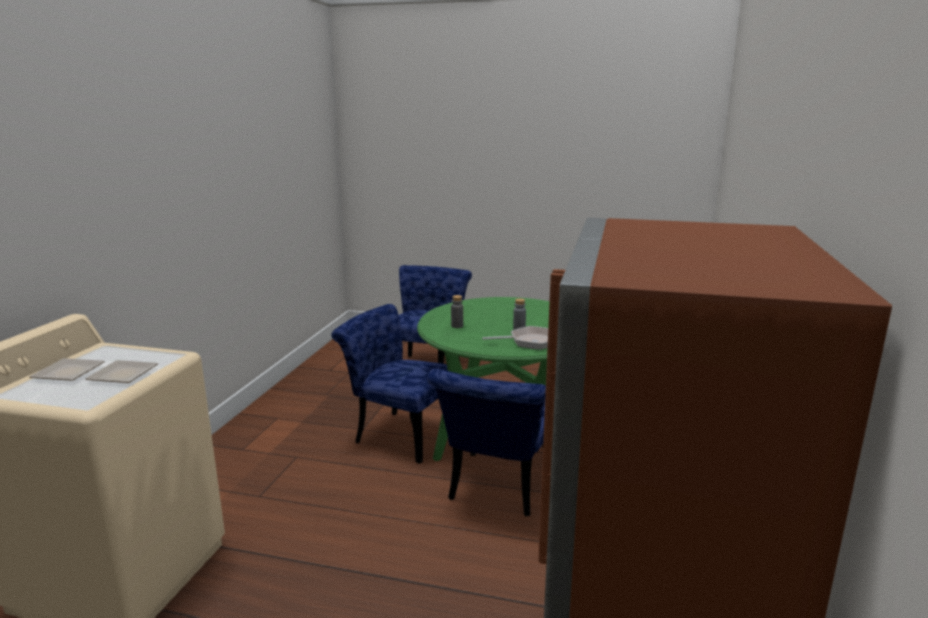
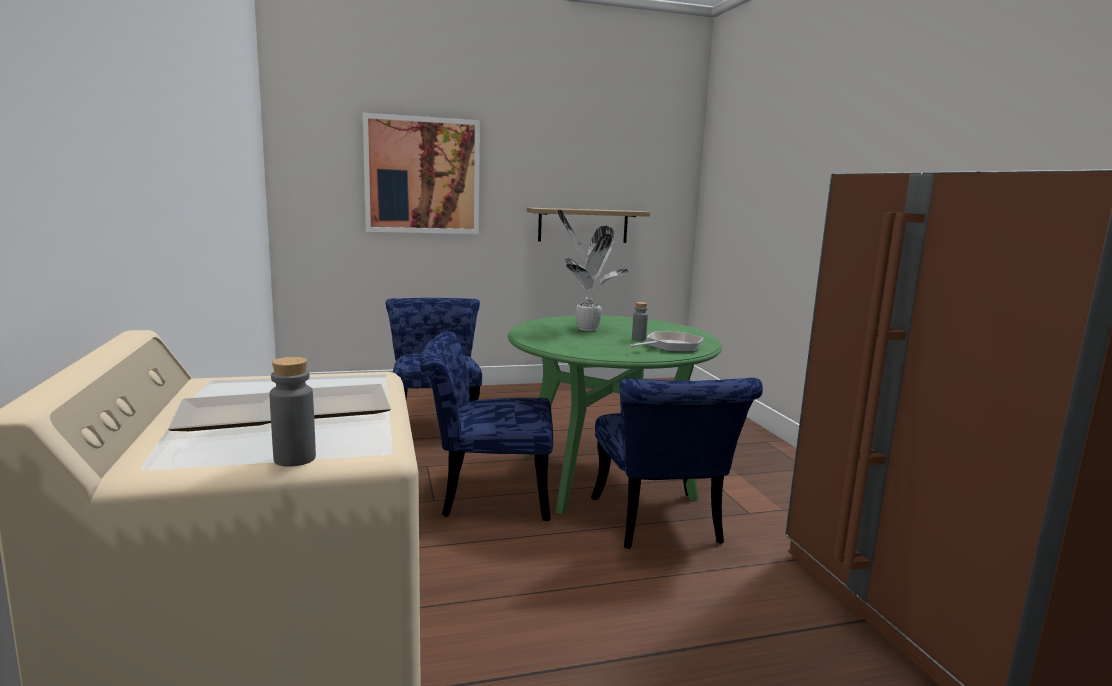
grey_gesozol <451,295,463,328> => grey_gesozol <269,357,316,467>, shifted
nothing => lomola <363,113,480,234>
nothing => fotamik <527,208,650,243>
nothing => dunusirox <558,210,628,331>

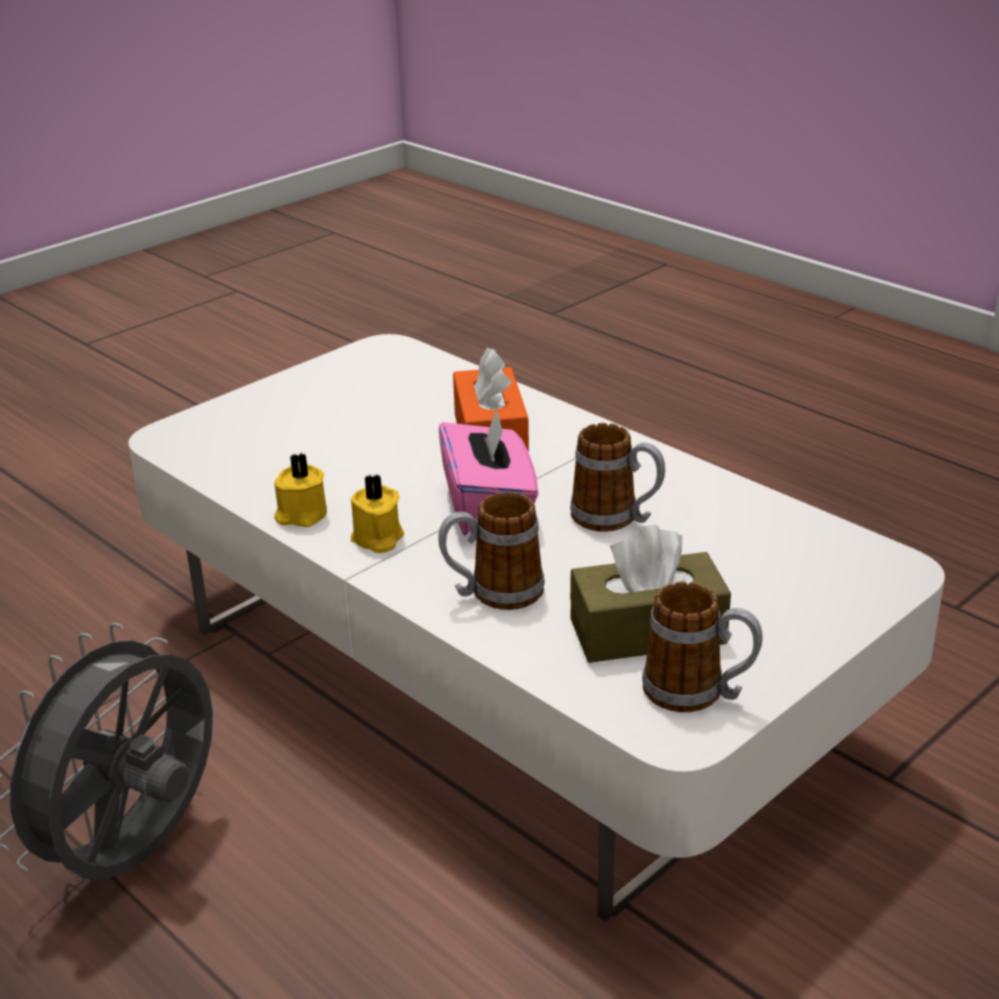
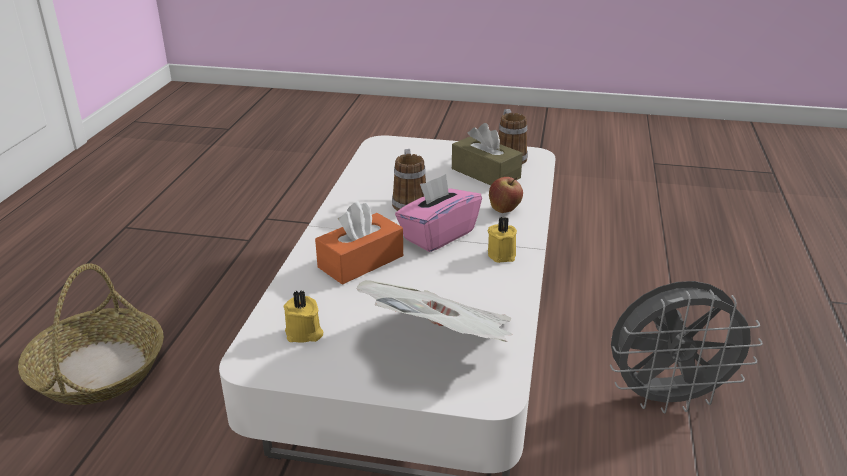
nothing => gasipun <18,264,164,405>
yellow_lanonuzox <274,453,327,527> => yellow_lanonuzox <284,290,323,343>, shifted
nothing => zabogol <356,280,512,342>
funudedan <438,492,545,610> => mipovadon <489,177,523,213>

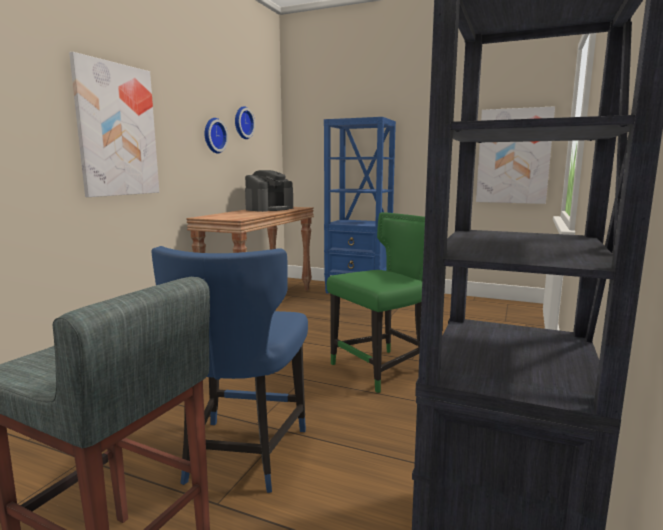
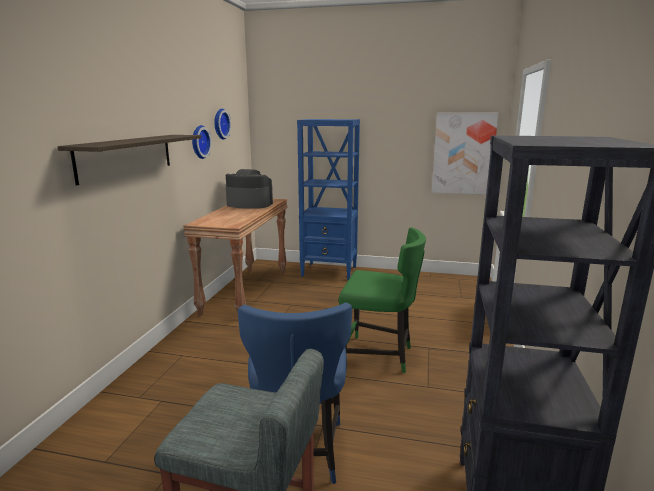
lomola <69,52,159,197> => fotamik <57,135,201,186>
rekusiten <245,170,293,212> => rekusiten <226,169,273,209>, 105 degrees counterclockwise
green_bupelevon <327,212,425,393> => green_bupelevon <339,228,426,373>, 60 degrees clockwise

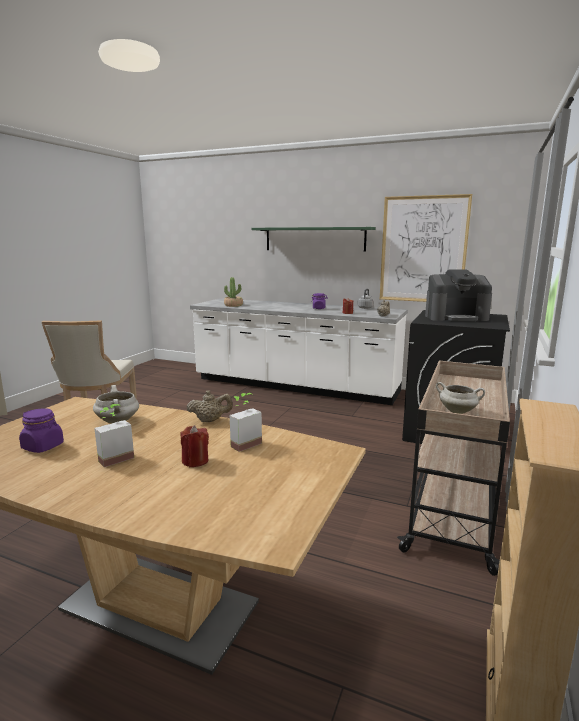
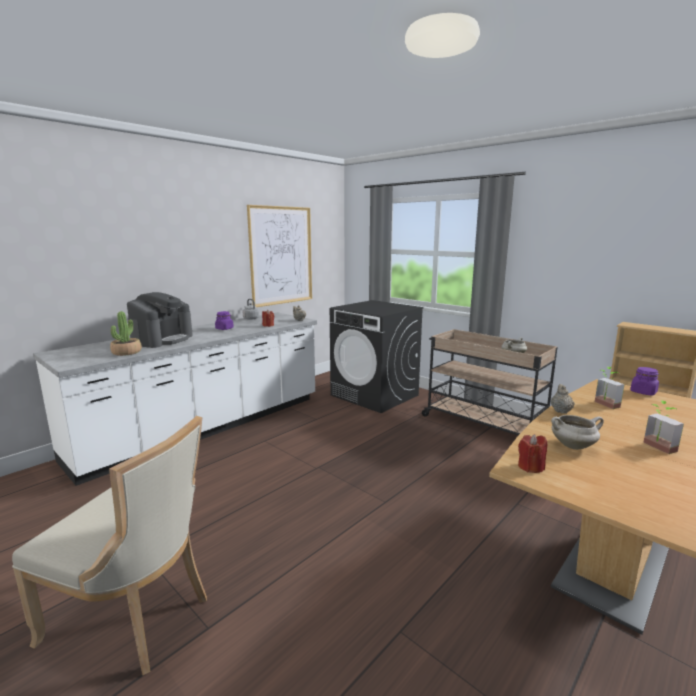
rekusiten <425,269,492,322> => rekusiten <127,292,193,348>, shifted
red_lanonuzox <181,425,209,467> => red_lanonuzox <518,434,547,473>, shifted
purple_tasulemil <19,408,64,453> => purple_tasulemil <630,367,659,395>, shifted
green_fotamik <251,227,376,252> => nothing

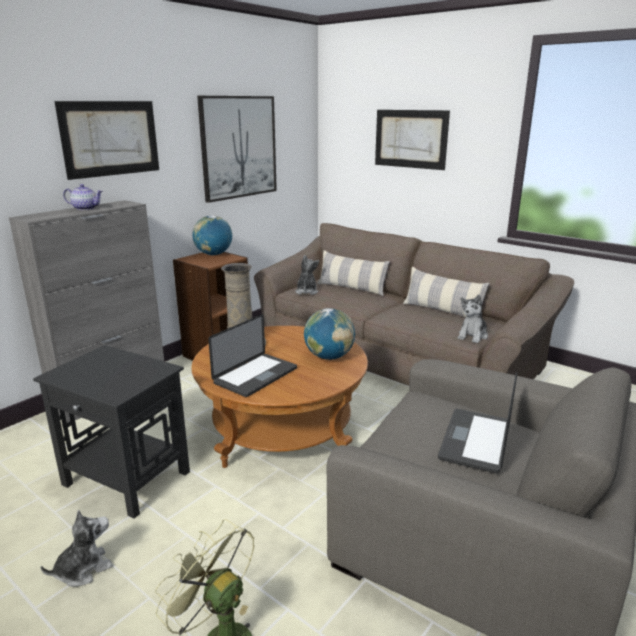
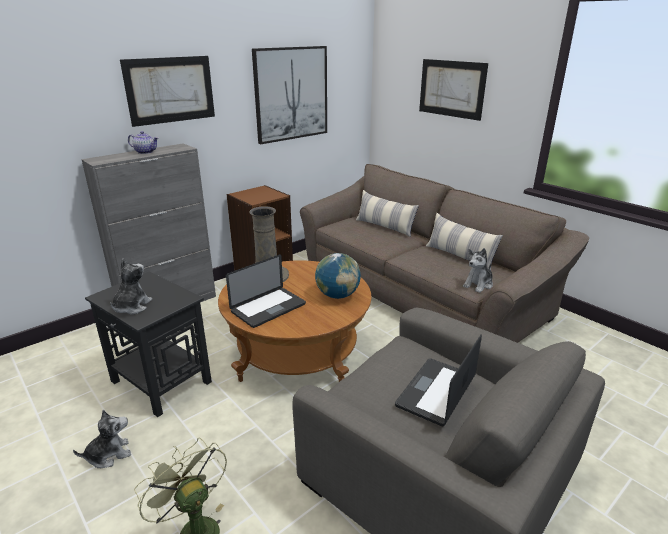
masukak <295,255,319,295> => masukak <110,258,153,315>, shifted
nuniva <193,215,232,255> => nothing

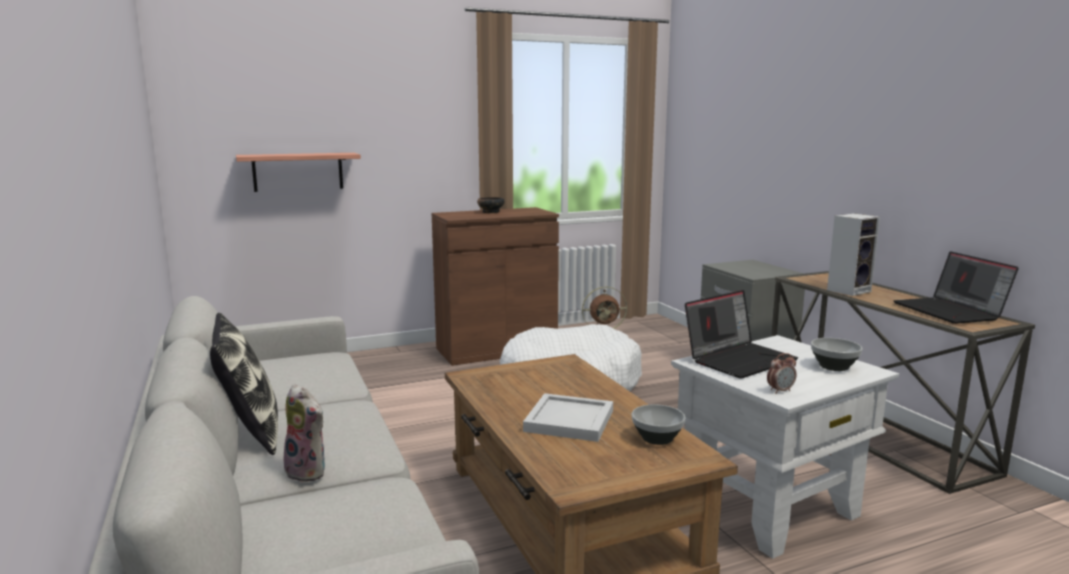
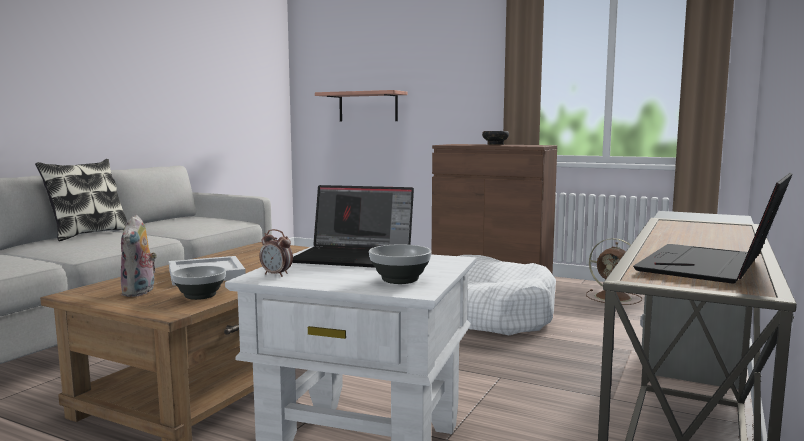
masukak <284,384,325,483> => masukak <121,215,157,297>, shifted
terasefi <827,213,880,296> => nothing

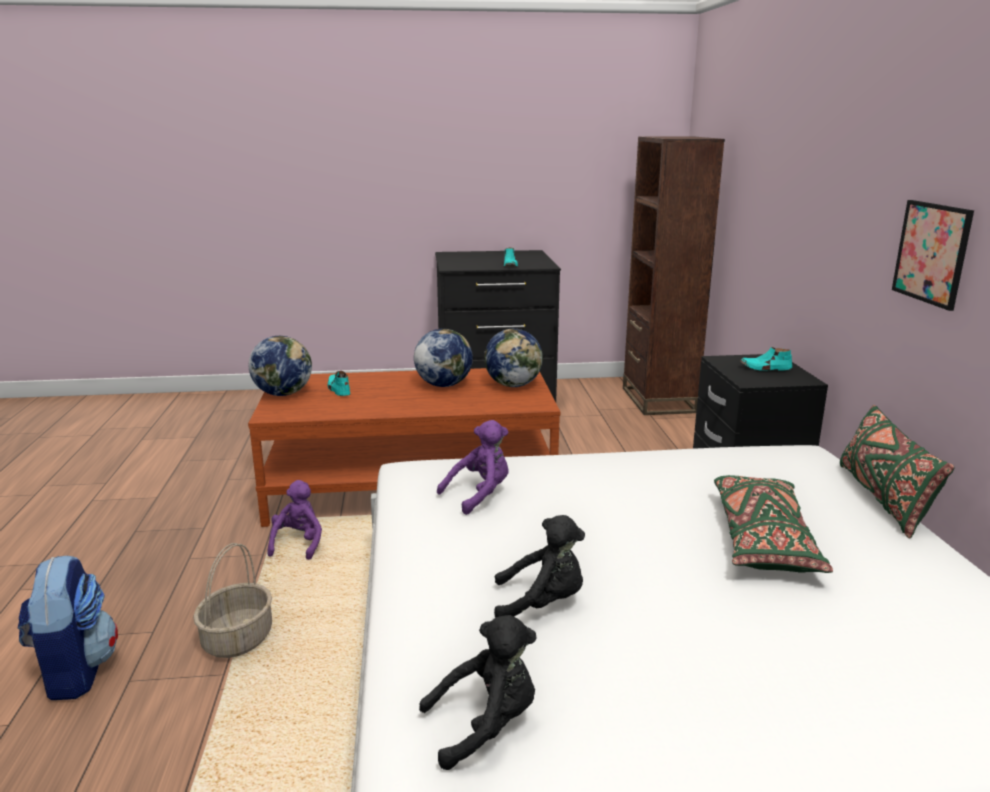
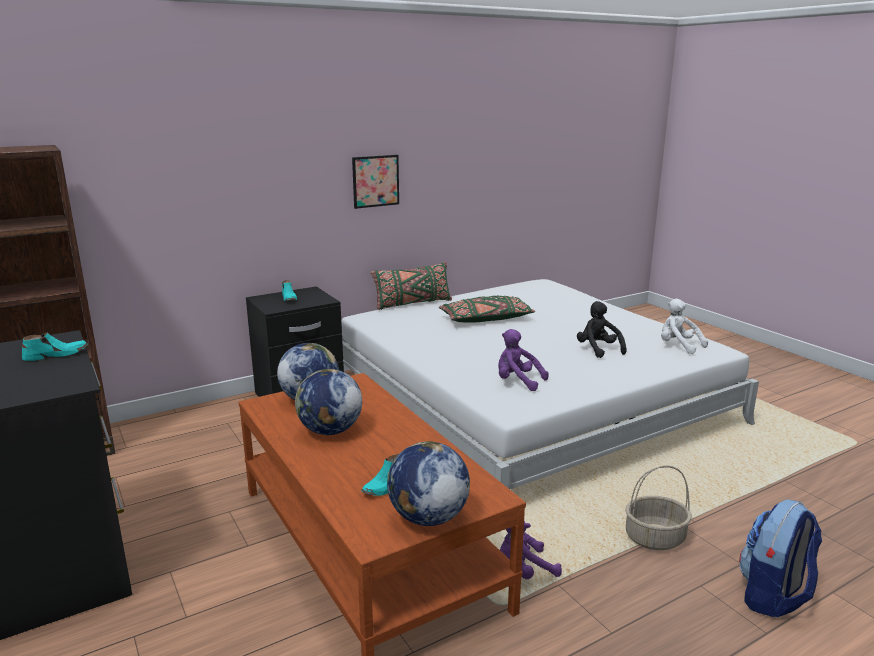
black_masukak <419,615,537,770> => white_masukak <661,299,708,354>

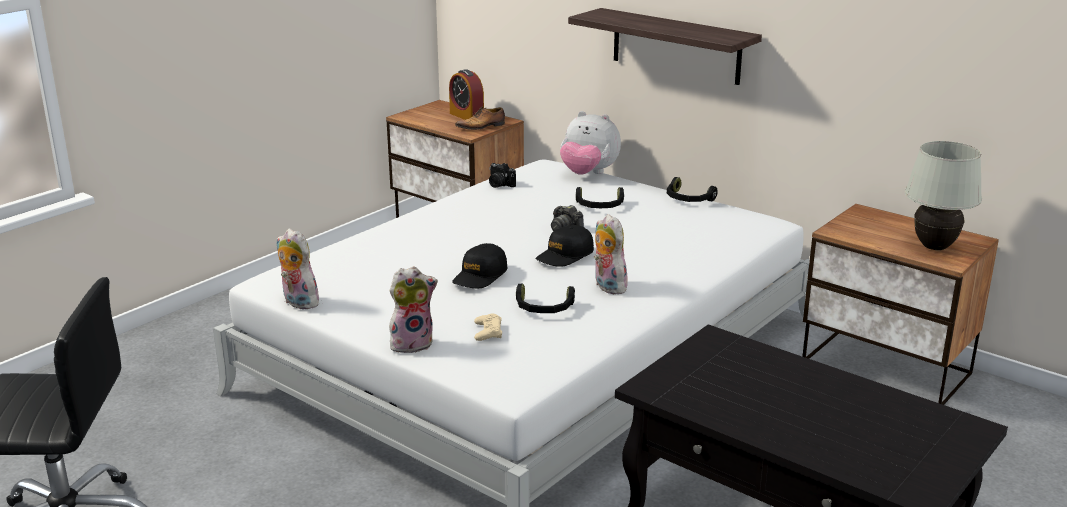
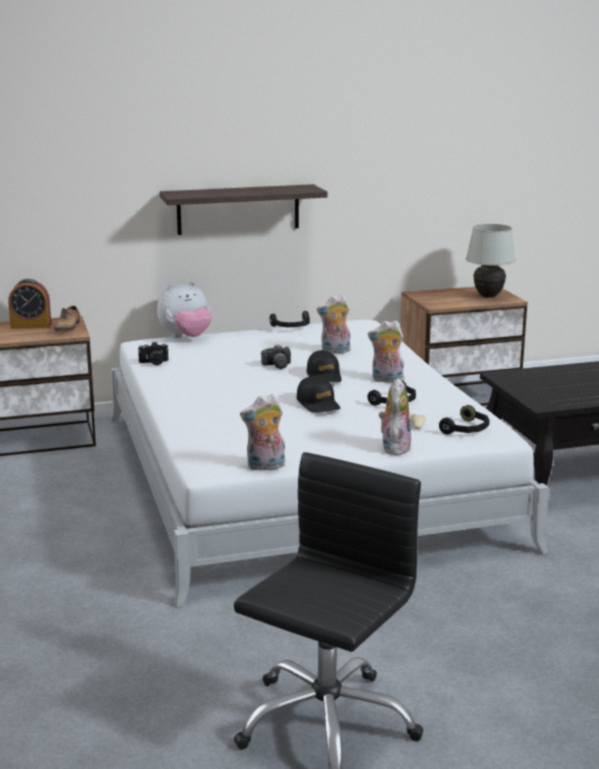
nothing => masukak <317,295,351,353>
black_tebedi <575,187,624,208> => black_tebedi <439,405,490,434>, shifted

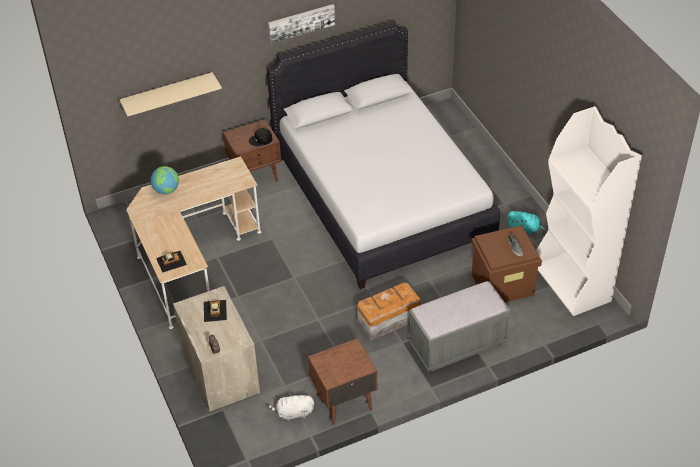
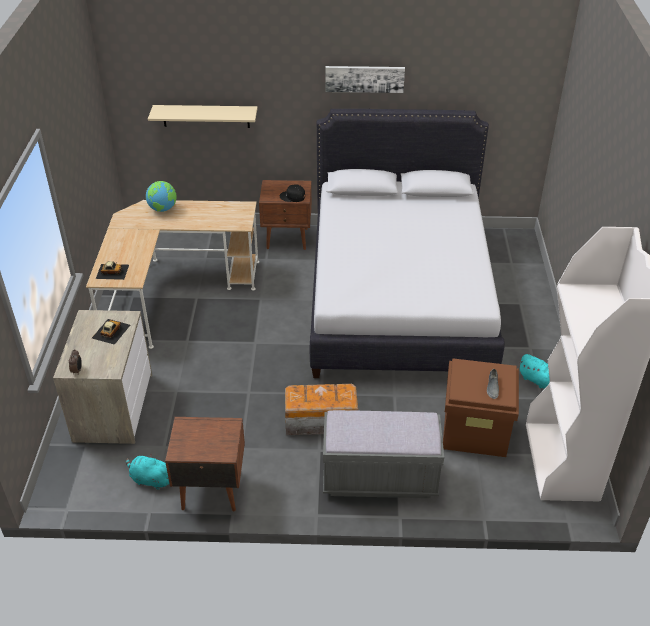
white_masukak <268,393,314,421> => turquoise_masukak <126,453,169,490>

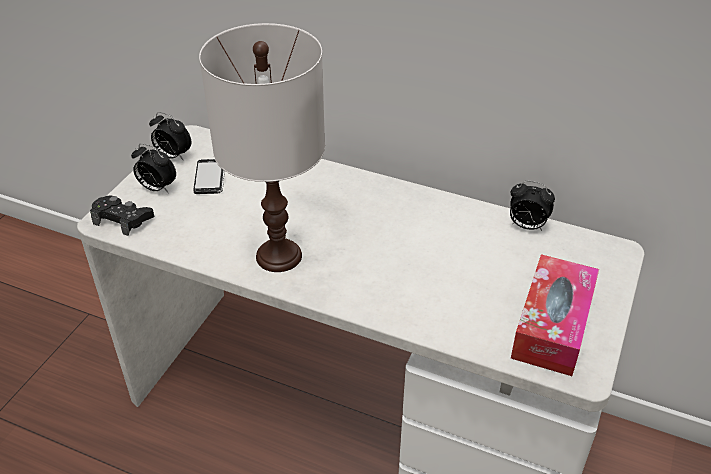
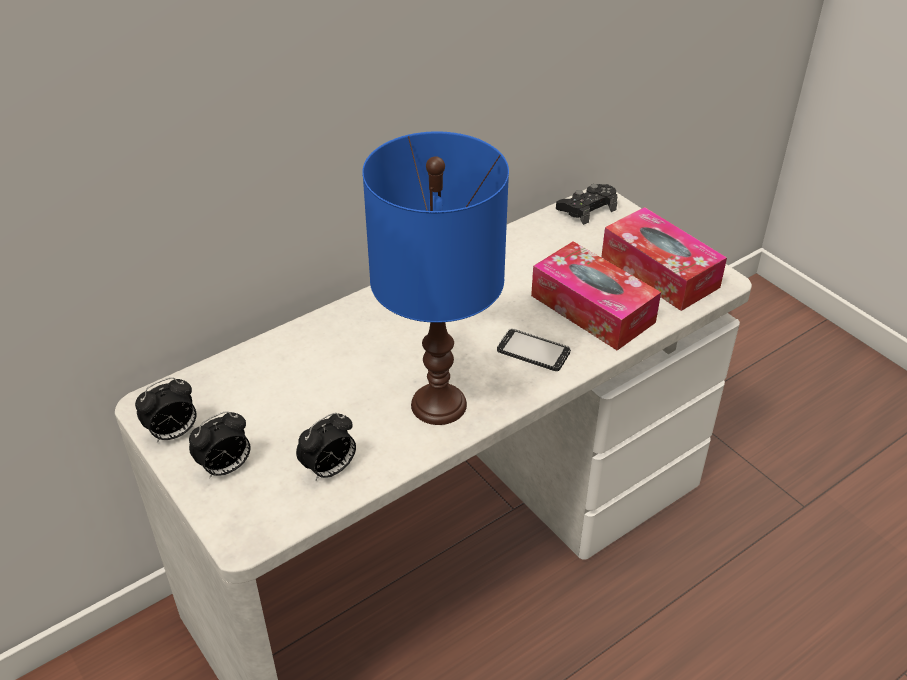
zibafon <510,181,555,231> => zibafon <296,413,356,481>, shifted
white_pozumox <199,23,325,272> => blue_pozumox <362,131,509,425>
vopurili <193,159,225,194> => vopurili <497,328,571,371>, shifted
nothing => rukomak <531,241,661,350>
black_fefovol <90,196,154,236> => black_fefovol <556,184,618,225>, shifted

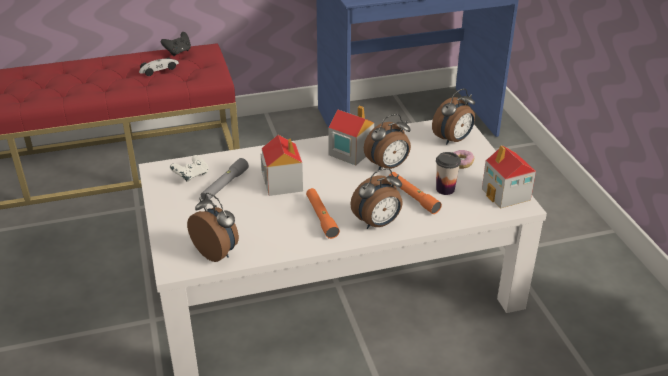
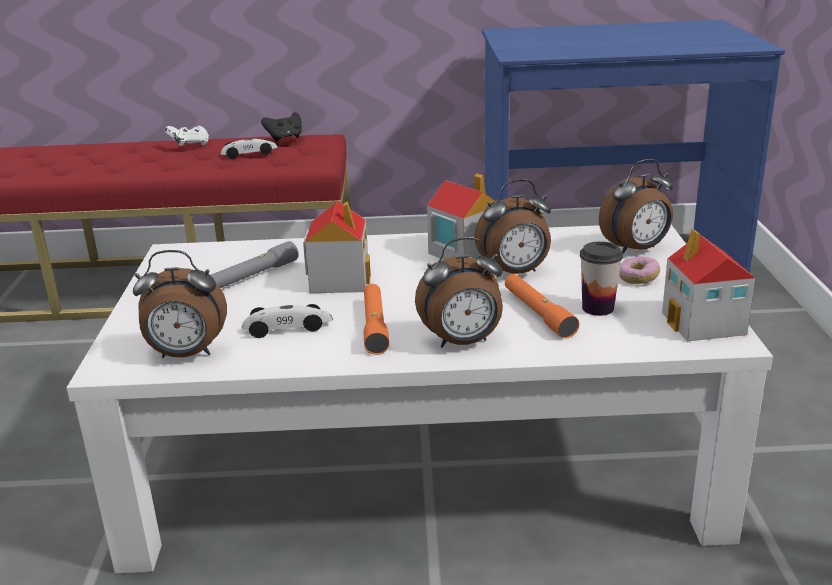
zibafon <187,193,239,262> => zibafon <133,250,227,358>, 120 degrees clockwise
white_fefovol <170,155,209,182> => white_fefovol <165,126,209,146>, shifted
nothing => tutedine <242,304,333,338>

